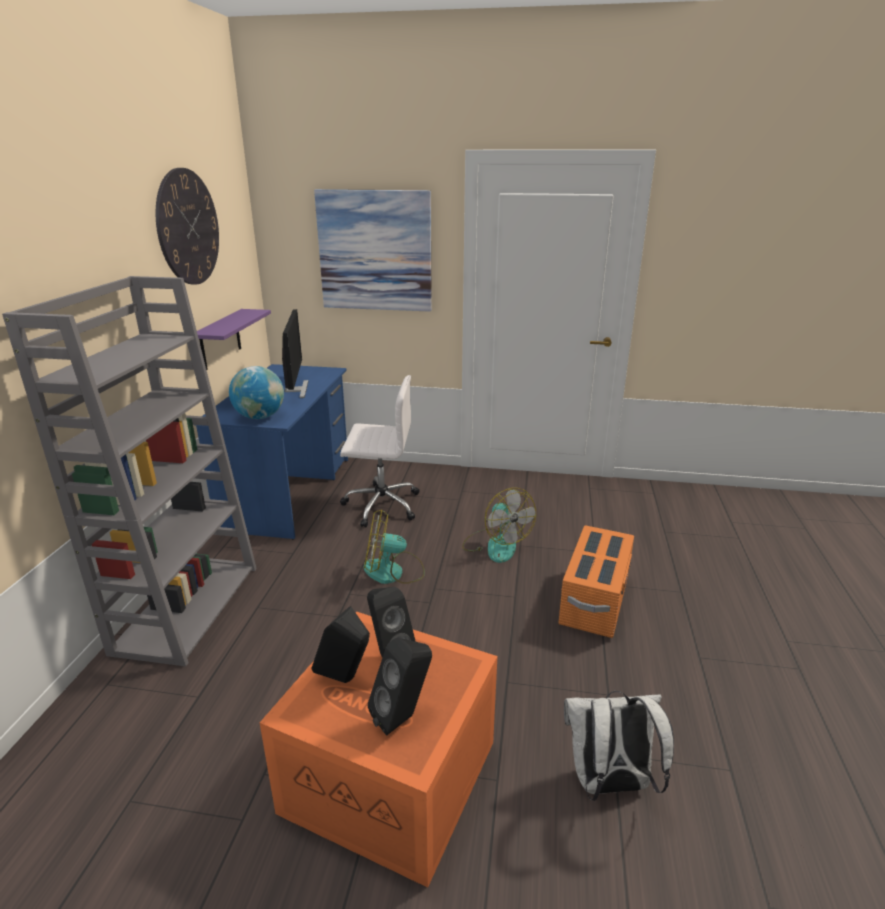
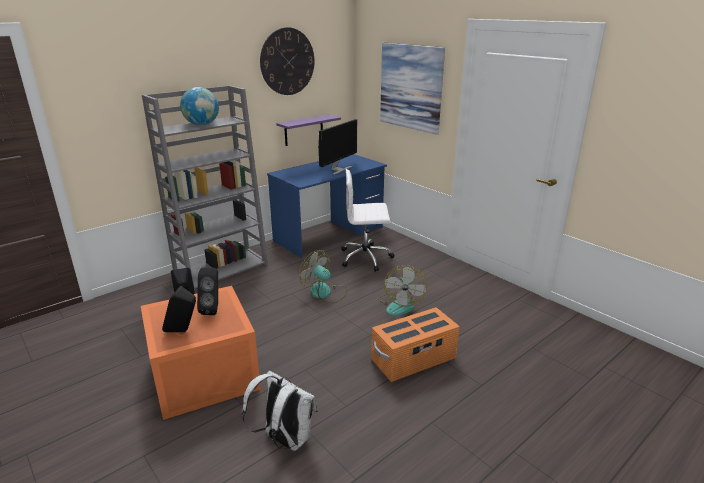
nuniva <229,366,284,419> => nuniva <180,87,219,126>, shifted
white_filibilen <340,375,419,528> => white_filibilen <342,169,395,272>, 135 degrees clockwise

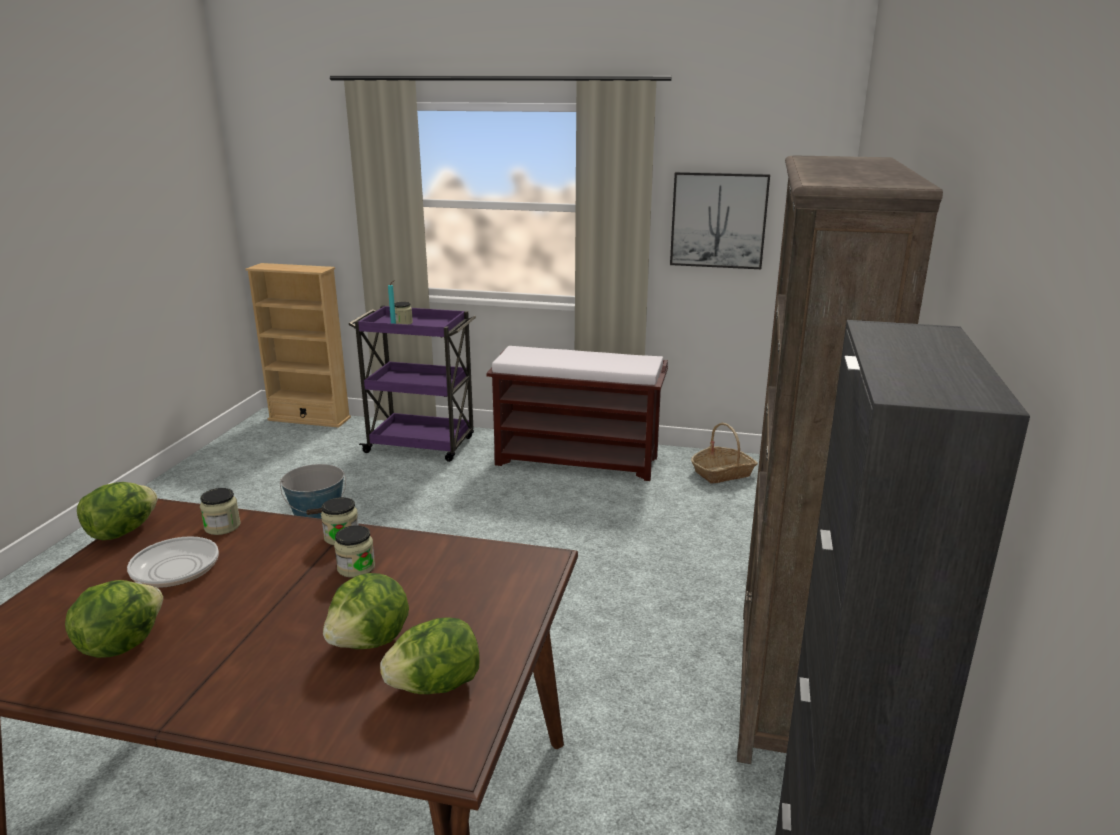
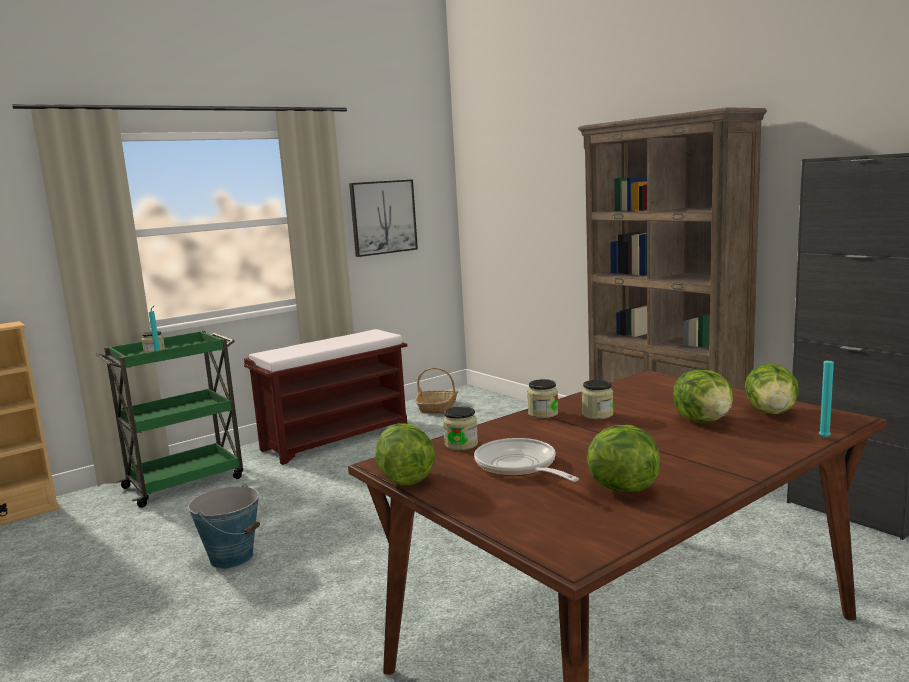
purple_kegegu <348,306,476,462> => green_kegegu <95,331,243,508>
nothing => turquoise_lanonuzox <819,355,834,438>

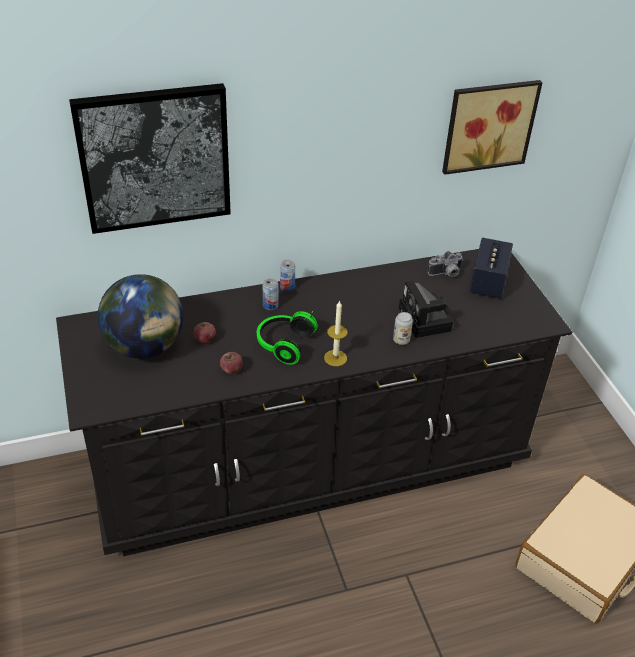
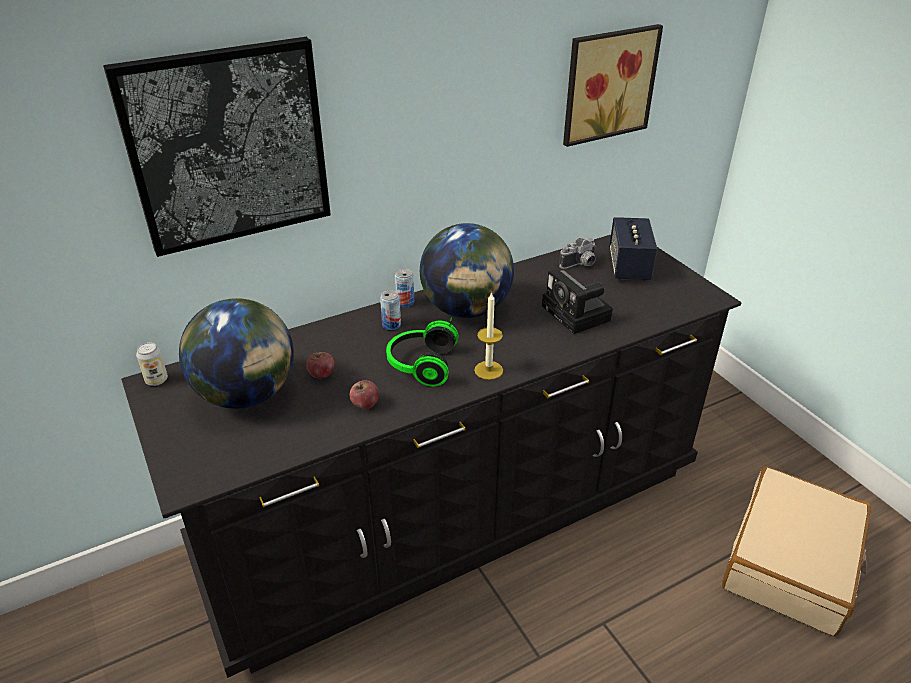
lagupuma <393,312,413,345> => lagupuma <136,342,168,386>, shifted
nothing => nuniva <420,223,514,318>

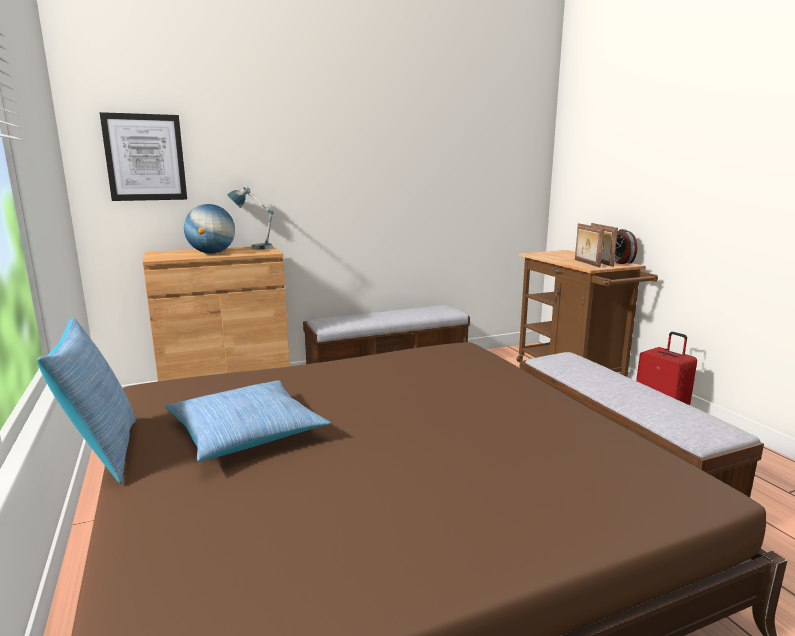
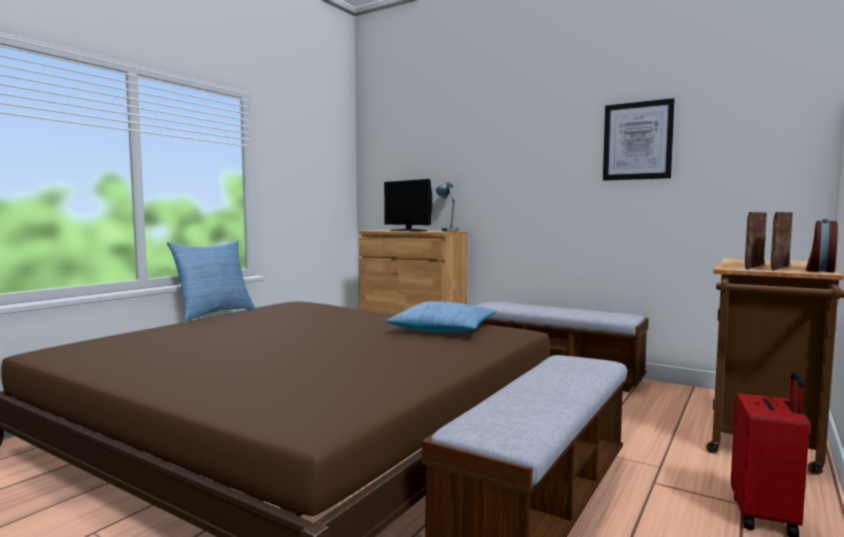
nuniva <184,204,235,254> => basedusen <384,179,432,231>
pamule <165,380,331,462> => pamule <386,301,498,332>, shifted
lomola <100,112,187,201> => lomola <603,98,675,181>, shifted

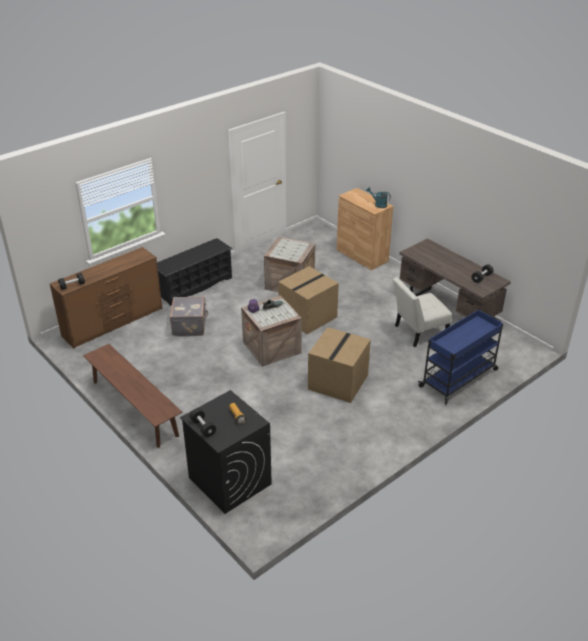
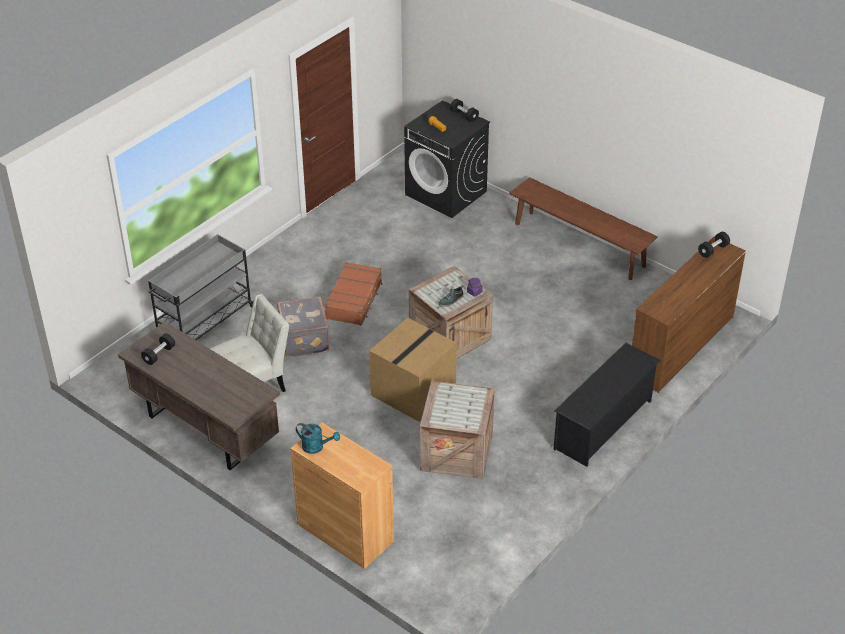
blue_kegegu <418,310,503,405> => grey_kegegu <148,234,254,340>
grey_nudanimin <170,297,208,337> => grey_nudanimin <277,296,330,358>, shifted
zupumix <308,327,371,403> => brown_nudanimin <325,262,383,325>

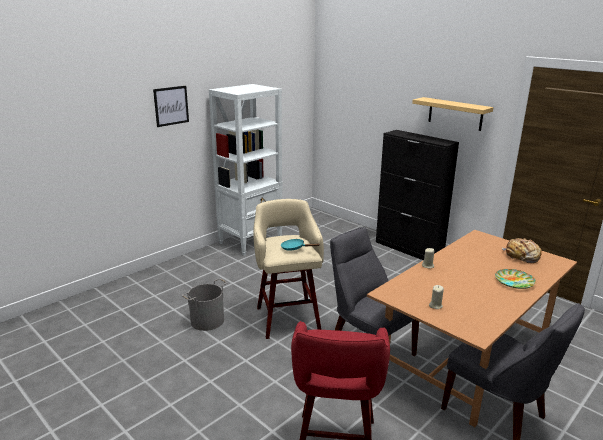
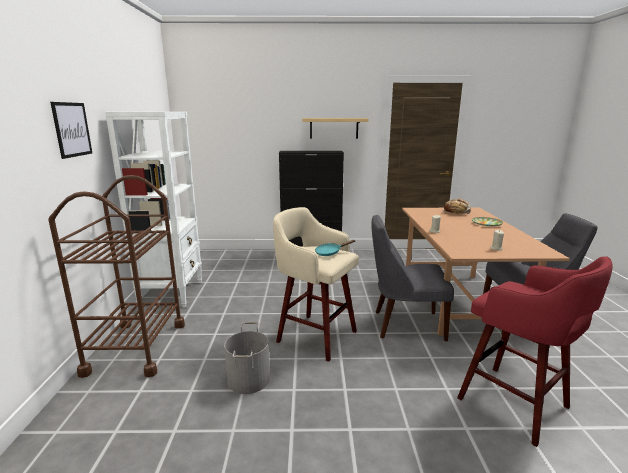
nothing => brown_kegegu <48,175,185,378>

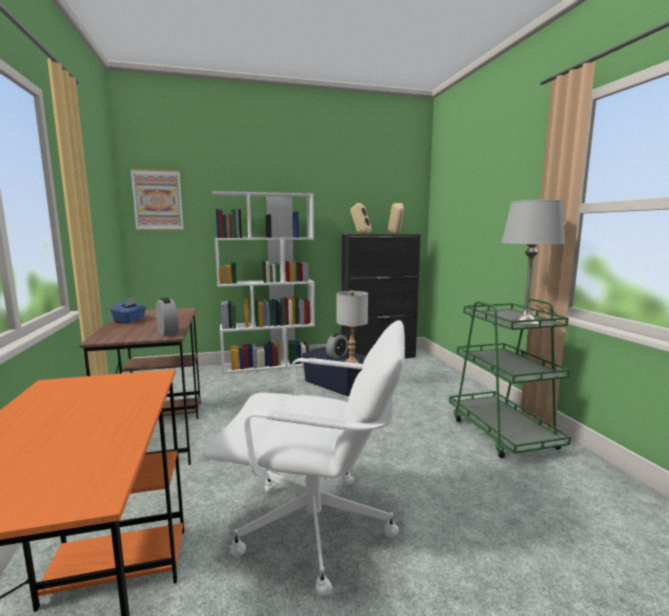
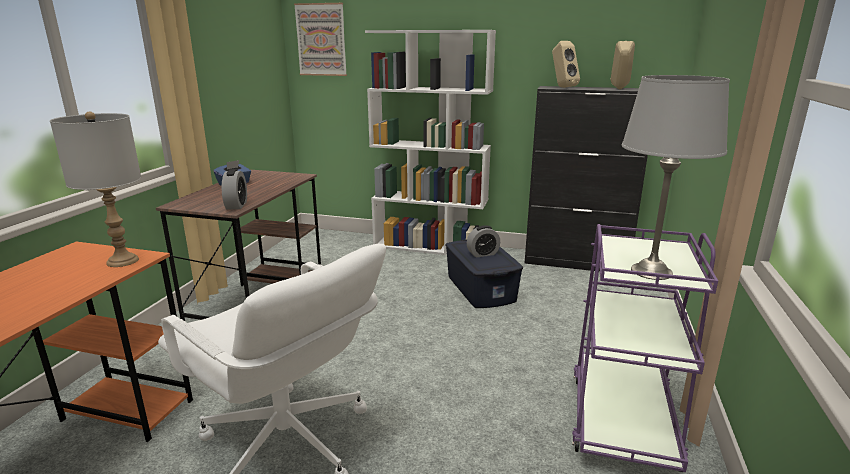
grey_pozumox <336,290,368,363> => grey_pozumox <50,111,141,267>, shifted
green_kegegu <449,299,571,458> => purple_kegegu <572,224,718,472>

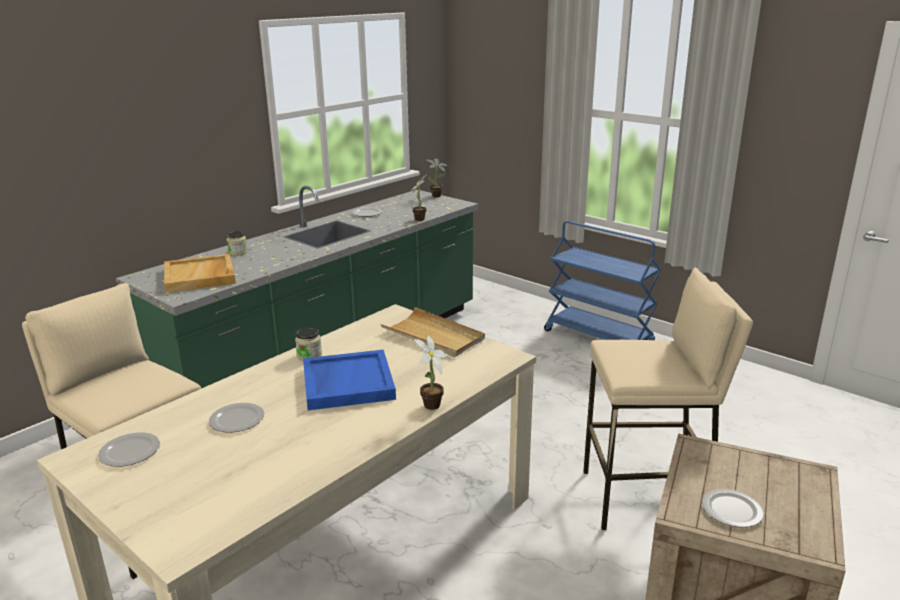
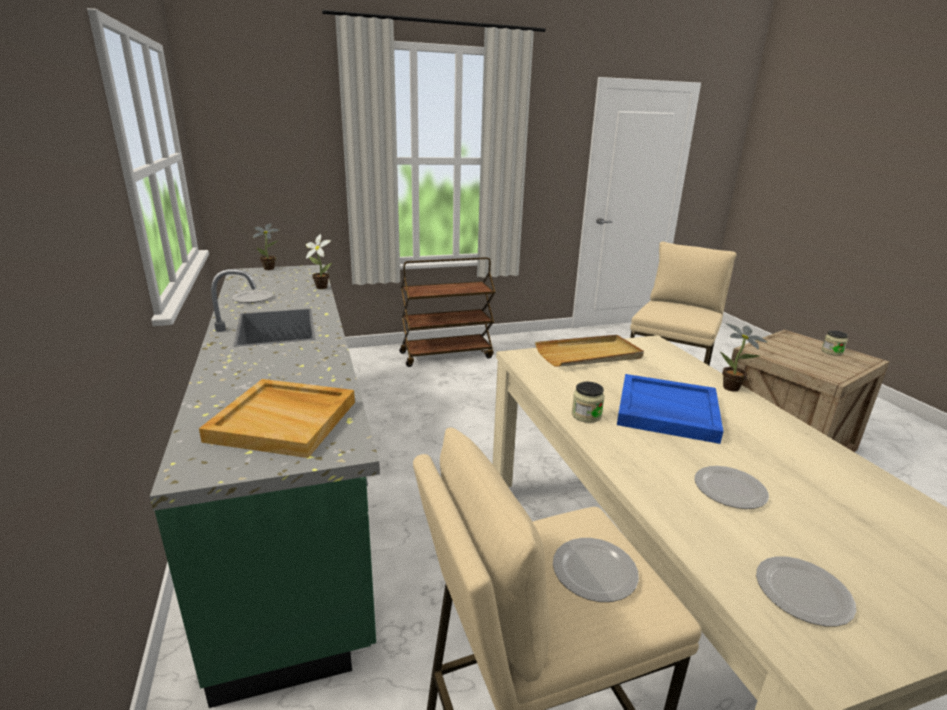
blue_kegegu <544,221,661,340> => brown_kegegu <399,257,495,367>
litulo <702,489,764,528> => litulo <553,538,639,602>, shifted
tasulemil <226,231,248,256> => tasulemil <822,330,848,356>, shifted

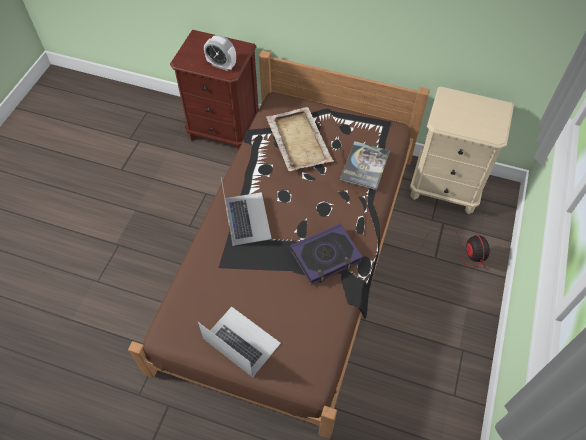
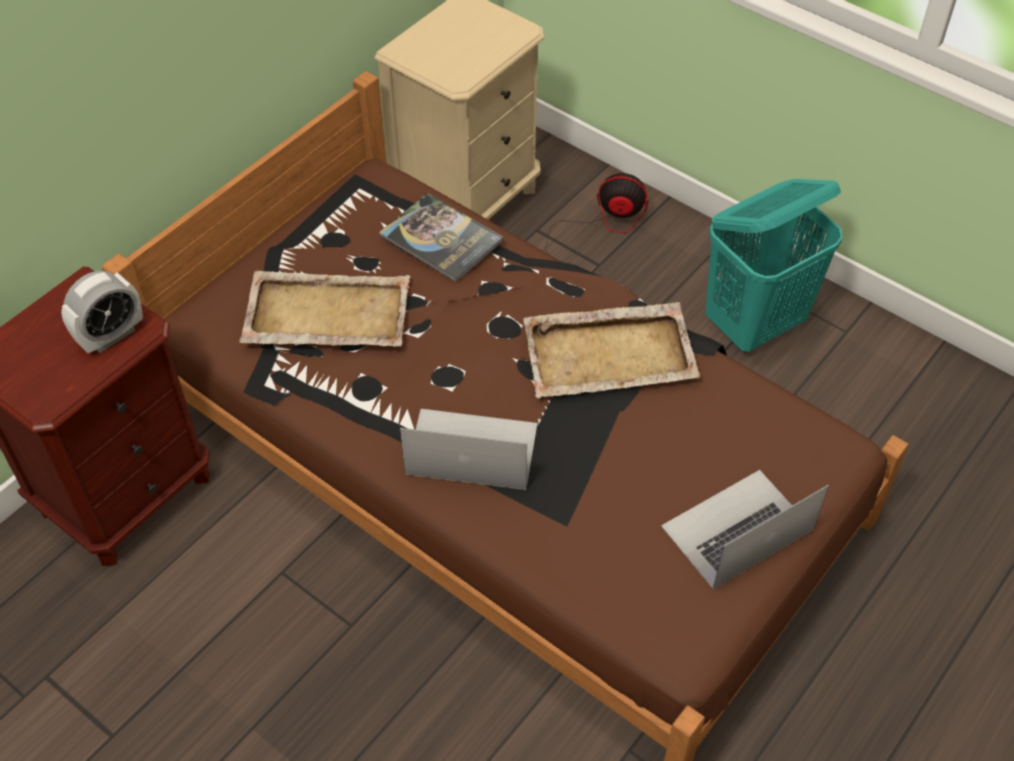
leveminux <290,223,363,285> => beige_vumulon <523,302,700,399>
nothing => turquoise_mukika <705,179,842,352>

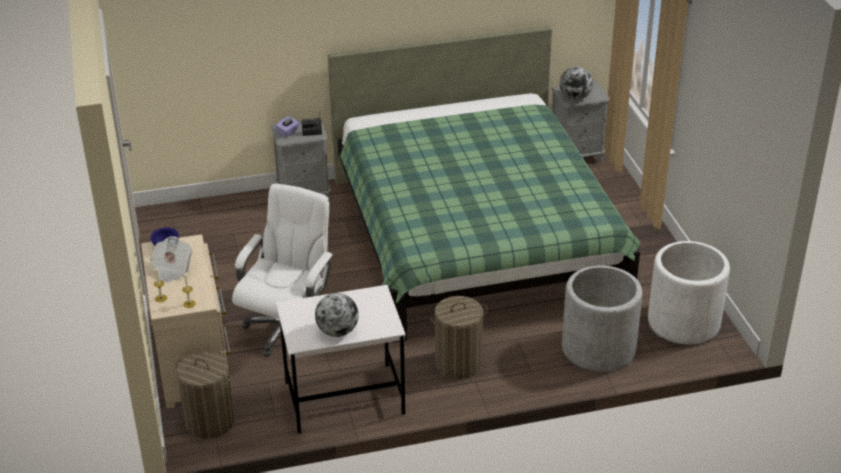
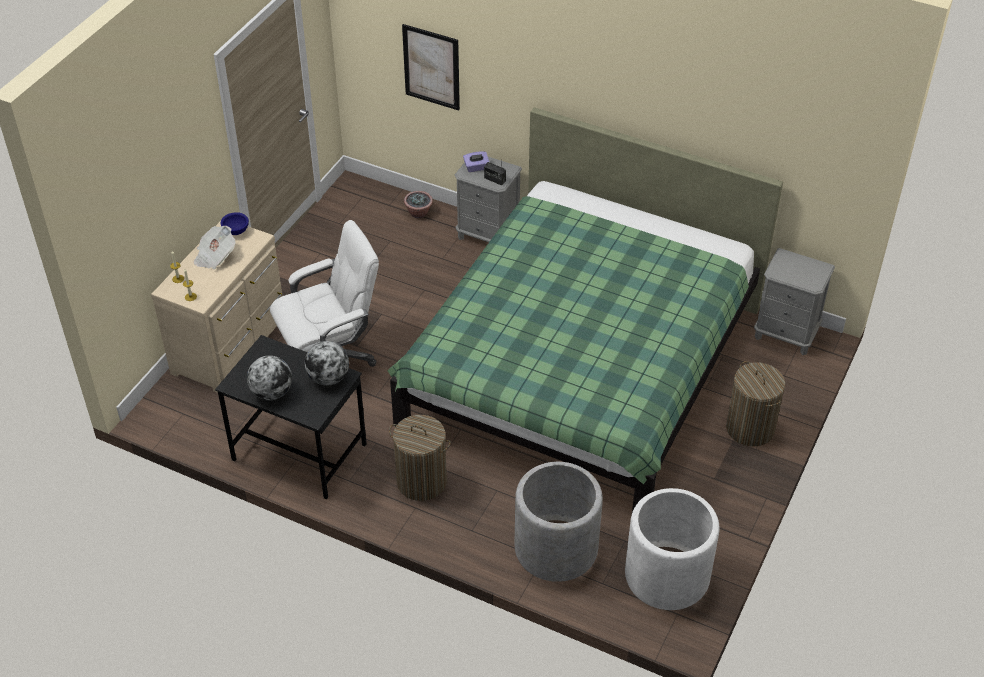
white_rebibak <276,285,406,434> => black_rebibak <215,335,367,499>
nuniva <560,66,593,100> => nuniva <305,341,349,385>, shifted
nothing => lomola <402,24,460,111>
nothing => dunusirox <404,191,433,218>
mukika <175,352,235,439> => mukika <726,361,786,446>, shifted

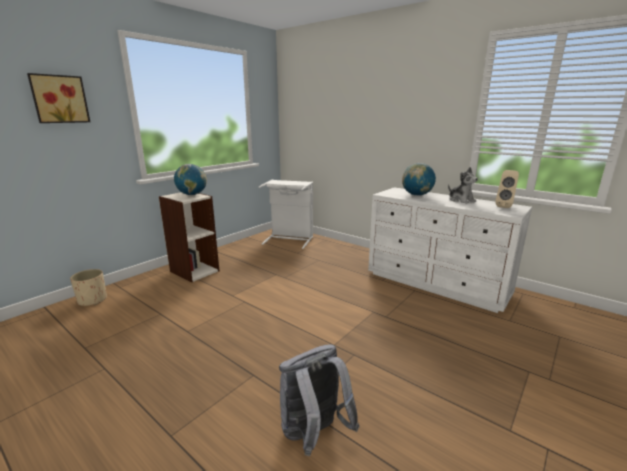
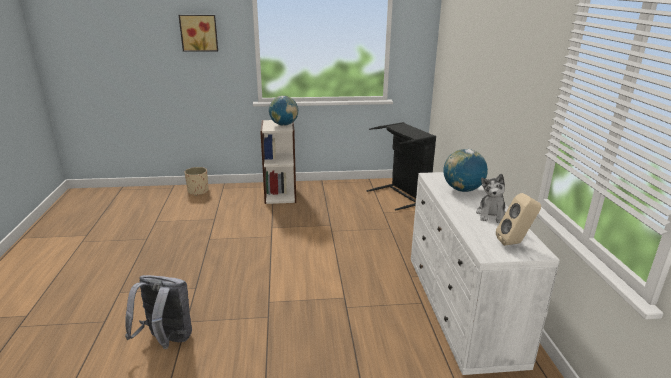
white_mukika <258,179,313,249> => black_mukika <367,122,436,211>

